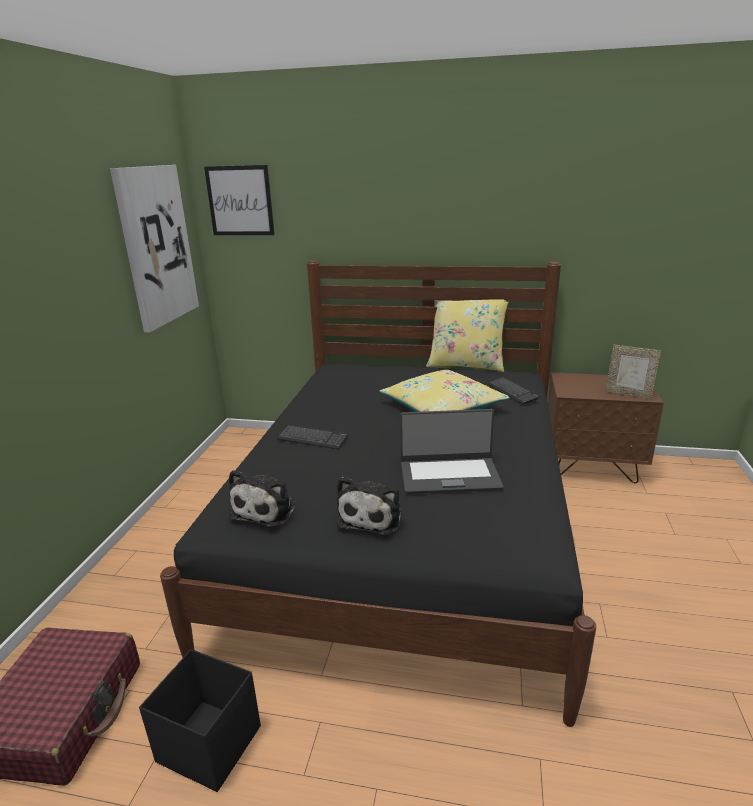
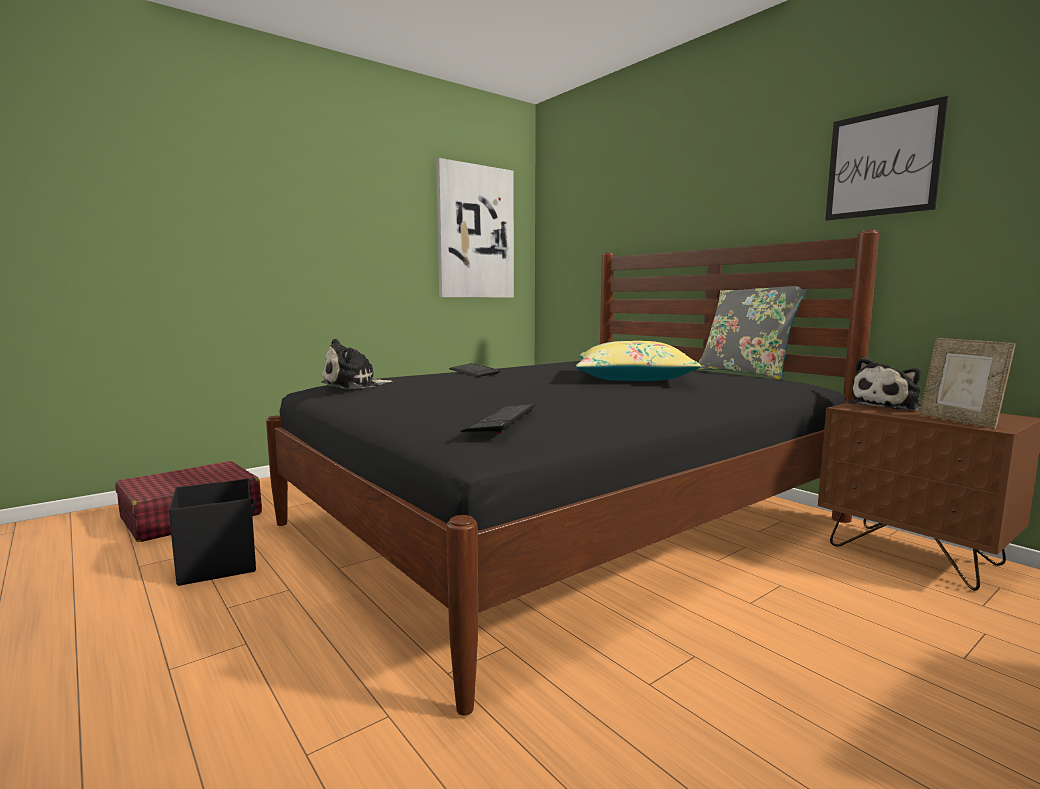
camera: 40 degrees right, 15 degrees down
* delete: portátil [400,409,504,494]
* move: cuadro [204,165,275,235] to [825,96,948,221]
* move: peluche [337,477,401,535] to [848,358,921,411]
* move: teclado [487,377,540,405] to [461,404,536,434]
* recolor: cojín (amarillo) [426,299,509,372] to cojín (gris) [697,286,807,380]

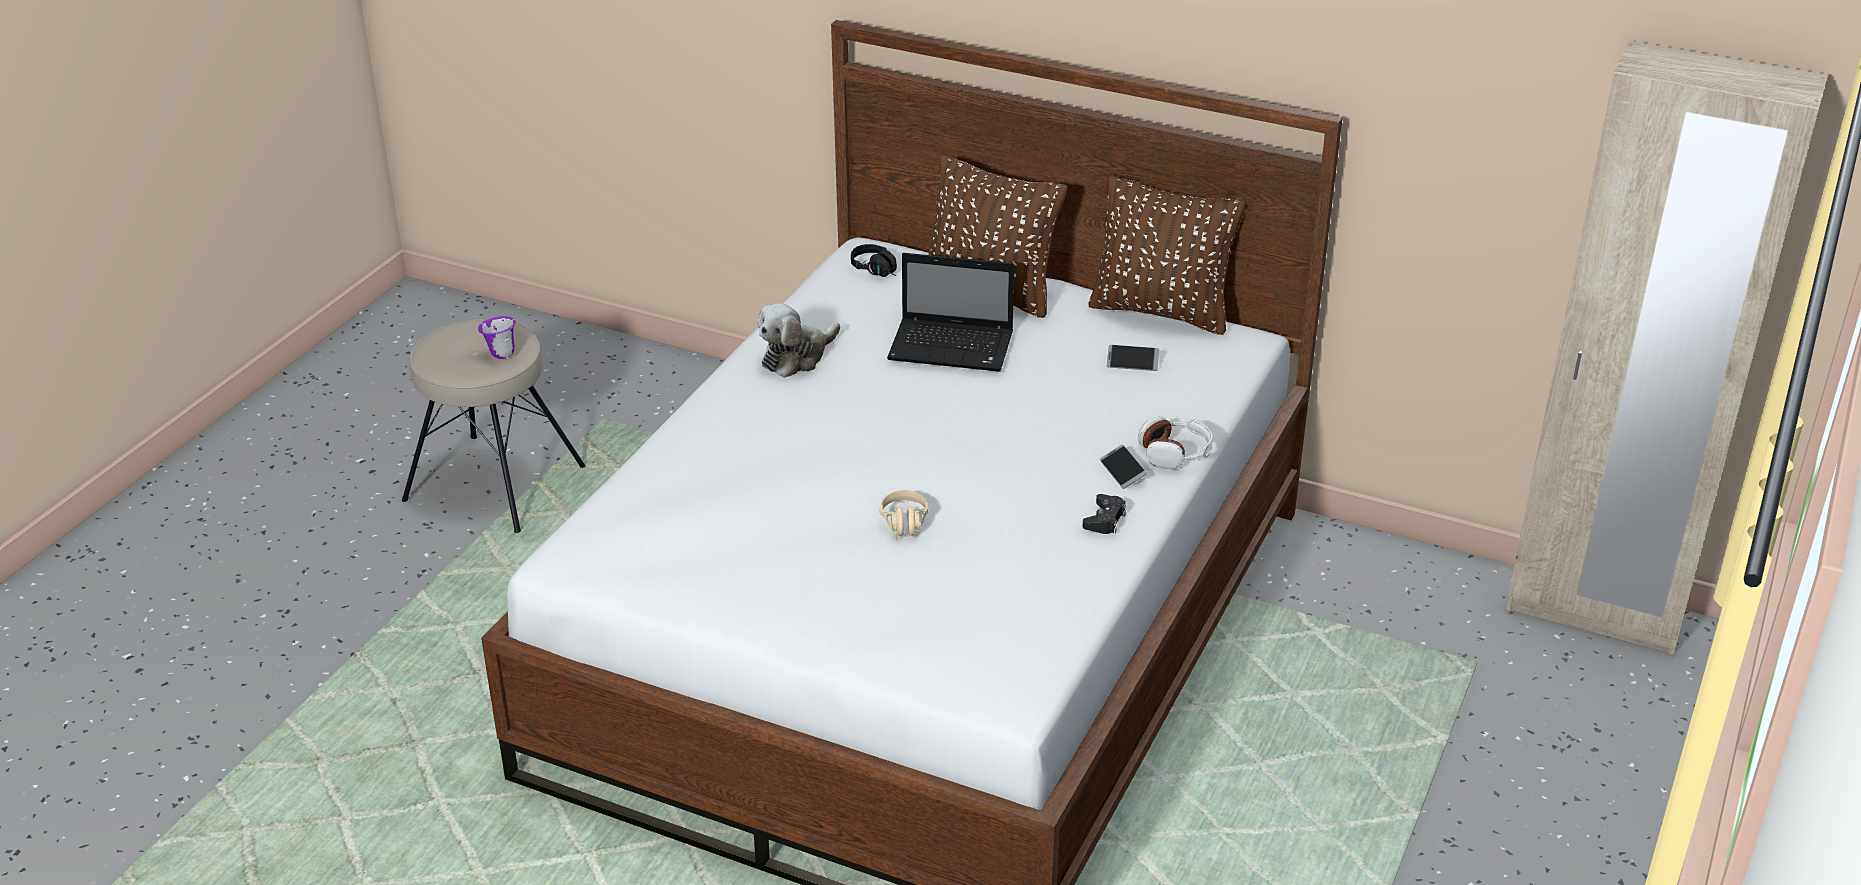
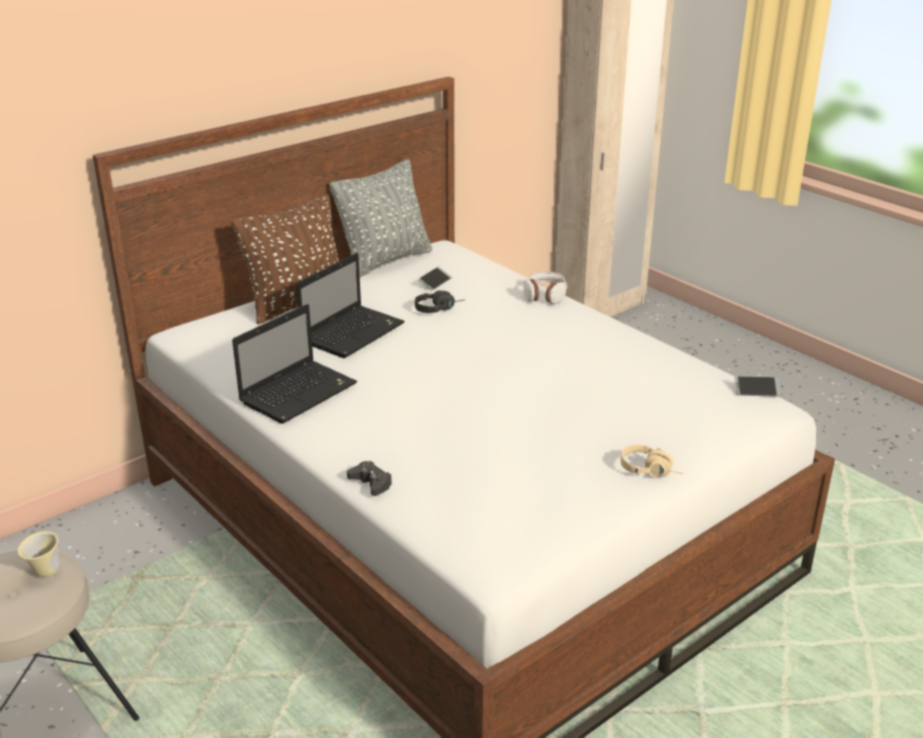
camera: 65 degrees left, 5 degrees down
* move: auriculares (negro) [851,244,897,277] to [415,290,465,313]
* move: auriculares (beis) [879,490,929,541] to [620,445,684,477]
* move: mando de consola (negro) [1083,494,1126,534] to [347,461,392,496]
* move: móvil [1100,444,1147,489] to [735,376,781,397]
* replace: peluche [758,303,840,378] to portátil [232,304,357,424]
* recolor: taza grande (morado) [478,316,516,359] to taza grande (beis) [18,531,61,578]
* recolor: cojín (marrón) [1088,175,1246,335] to cojín (gris) [330,159,432,277]

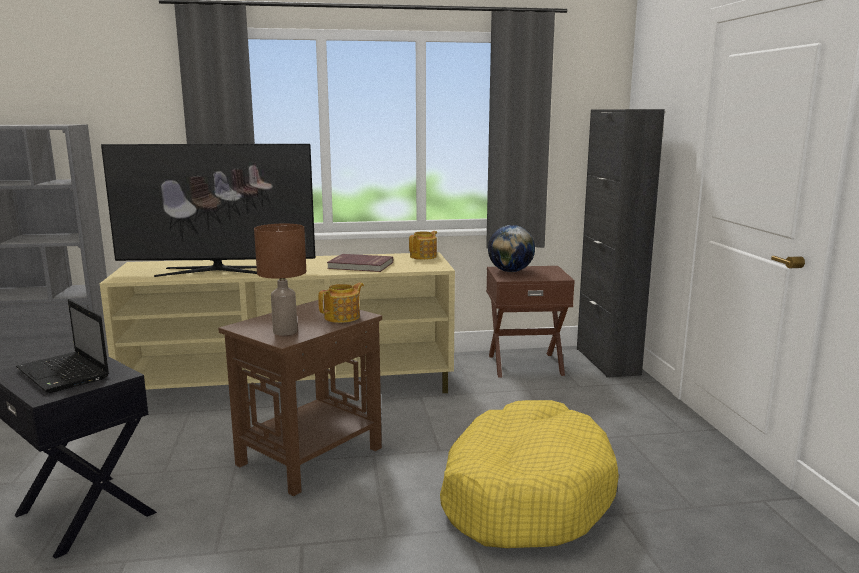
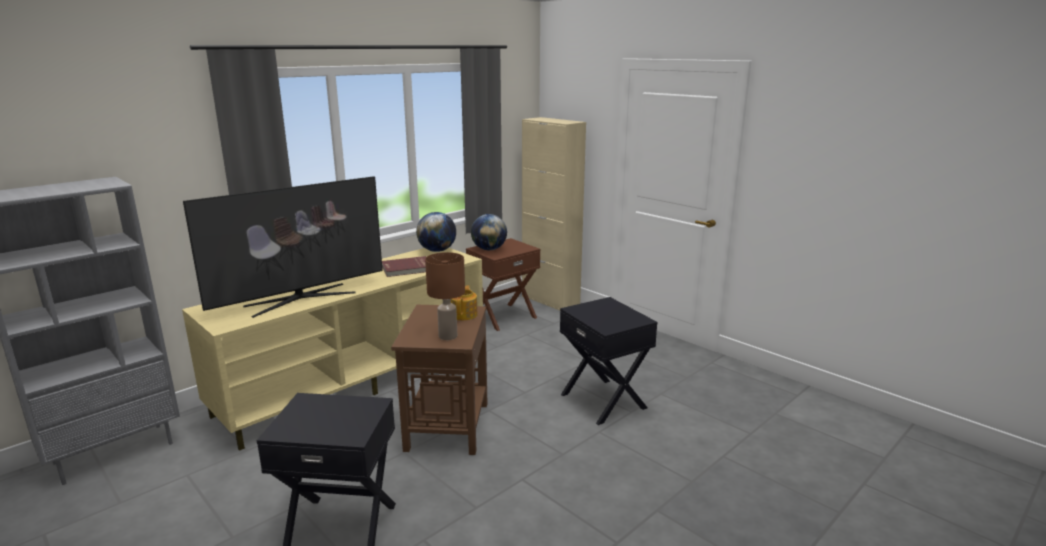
camera: 35 degrees left, 5 degrees up
* delete: portátil [16,299,109,393]
* replace: tetera [409,231,437,260] to globo terráqueo [416,212,456,252]
* replace: cama para perro (amarillo) [440,400,619,548] to mesa auxiliar (negro) [560,297,657,425]
* recolor: armario (negro) [577,109,665,378] to armario (beis) [522,117,586,310]

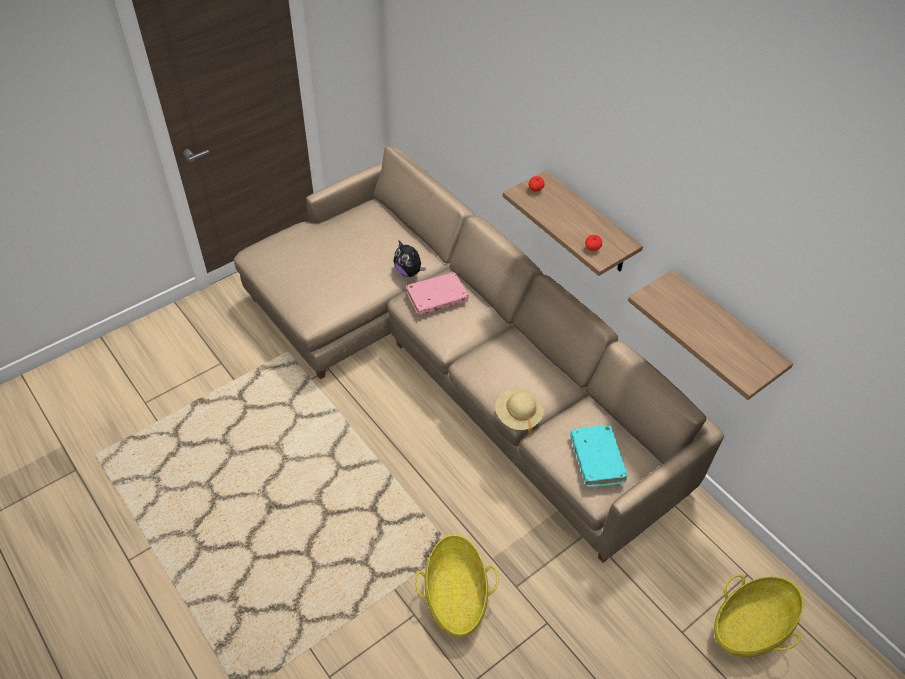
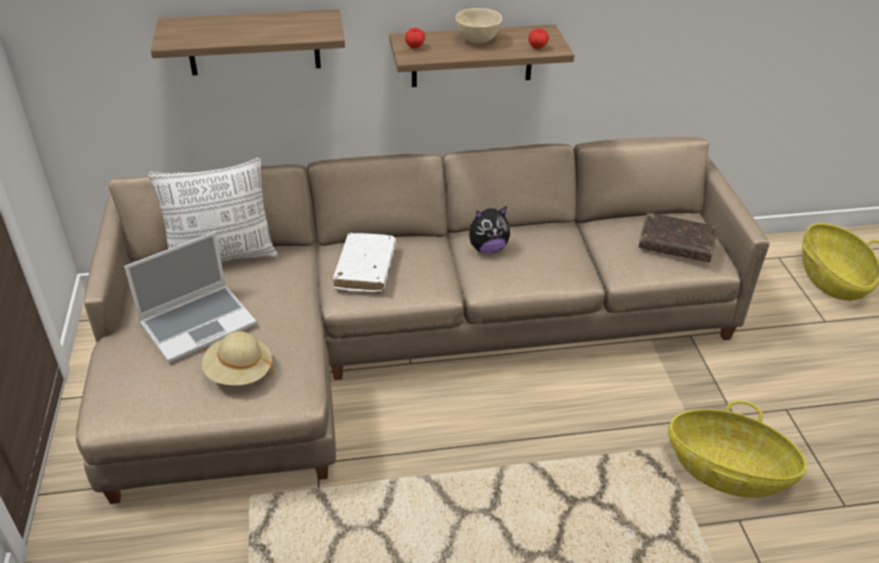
camera: 60 degrees left, 10 degrees down
* insert: portátil [124,232,257,363]
* insert: cojín [148,157,278,262]
* insert: cuenco (beis) [456,8,502,44]
* move: peluche [393,240,426,277] to [469,206,510,254]
* move: sombrero (beis) [495,388,544,434] to [202,331,274,385]
* move: estante [628,270,794,400] to [151,9,345,75]
* recolor: libro (rosa) [406,272,469,315] to libro (blanco) [333,233,396,292]
* recolor: libro (turquesa) [570,425,627,487] to libro (marrón) [639,213,718,262]

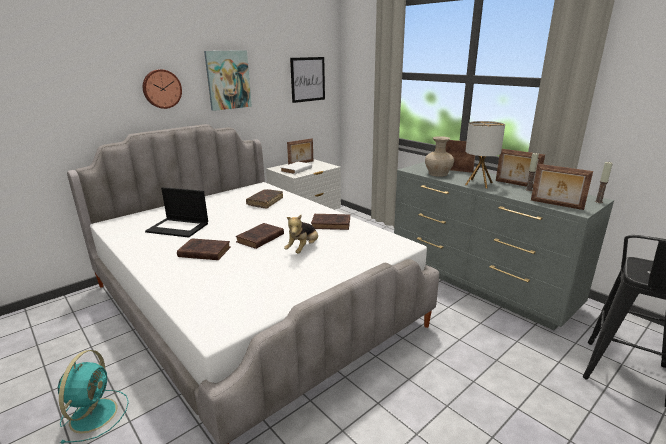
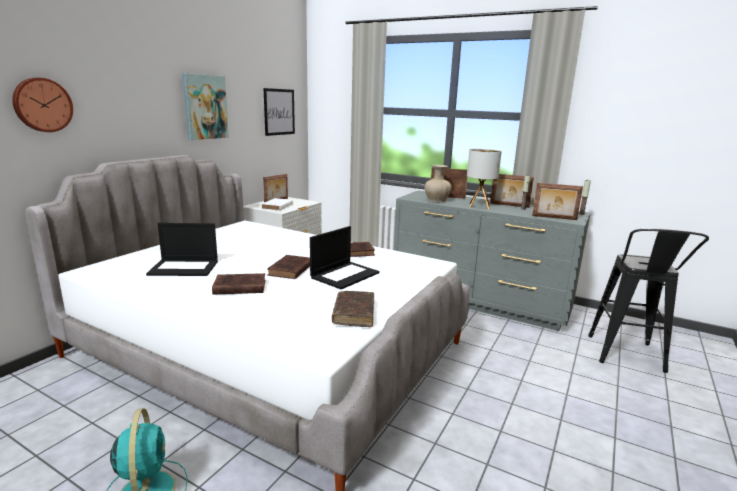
camera: 20 degrees left, 5 degrees down
* move: reloj de pared [143,69,182,109] to [12,78,73,132]
* move: libro (marrón) [246,189,283,209] to [332,291,374,327]
* replace: peluche [284,215,318,254] to portátil [310,226,379,289]

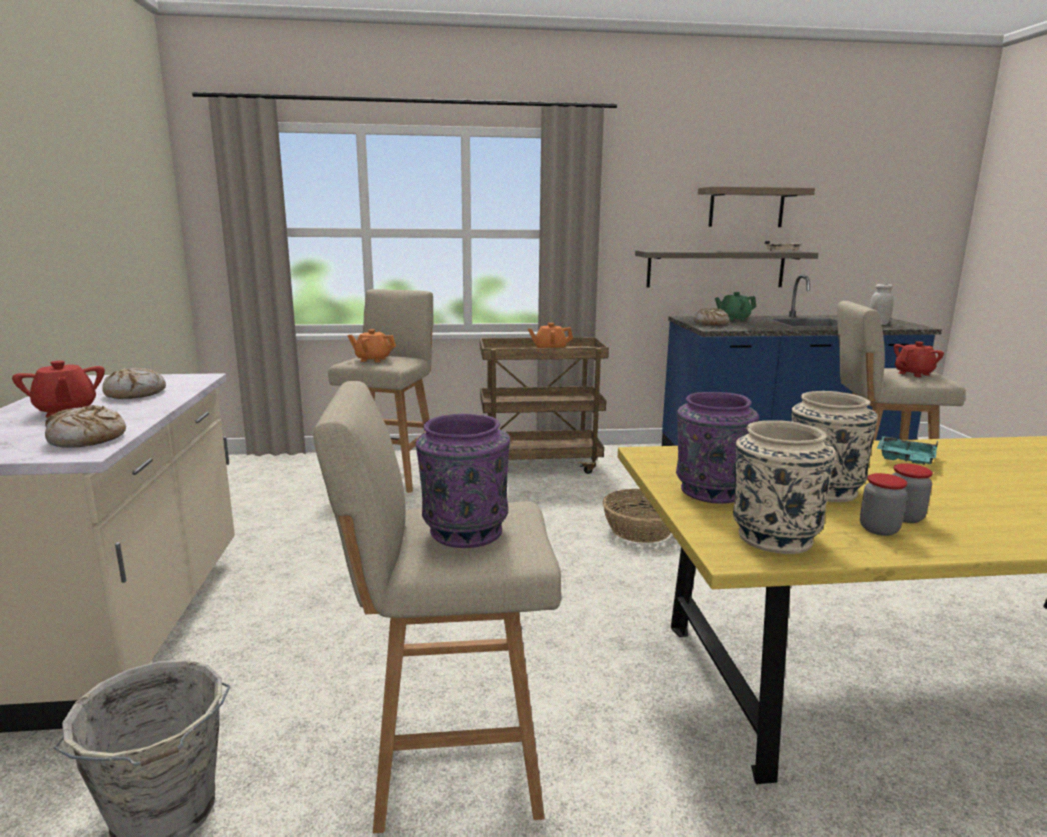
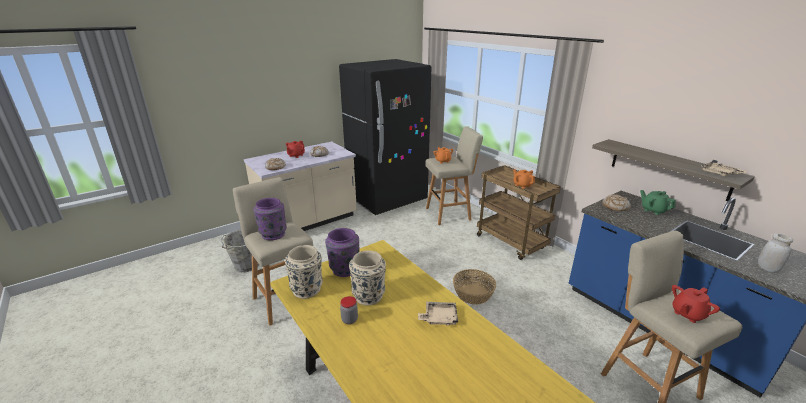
camera: 60 degrees right, 10 degrees up
* delete: estante [698,186,815,227]
* delete: tarro [860,473,908,536]
* insert: nevera (negro) [339,59,431,215]
* recolor: bandeja (turquesa) [877,436,938,465] to bandeja (beis) [418,302,458,325]
* rotate: tetera (rojo) [894,341,944,377] = [672,285,720,323] 120 degrees clockwise

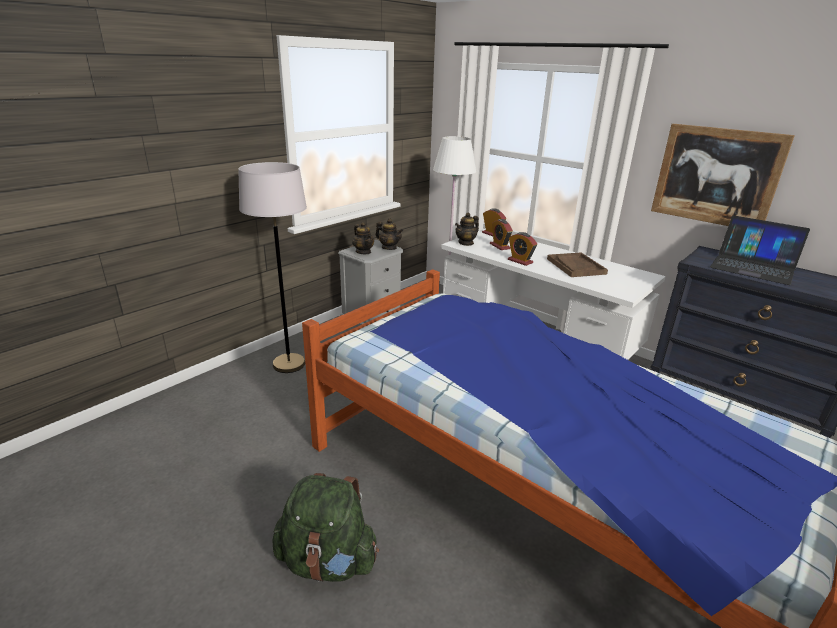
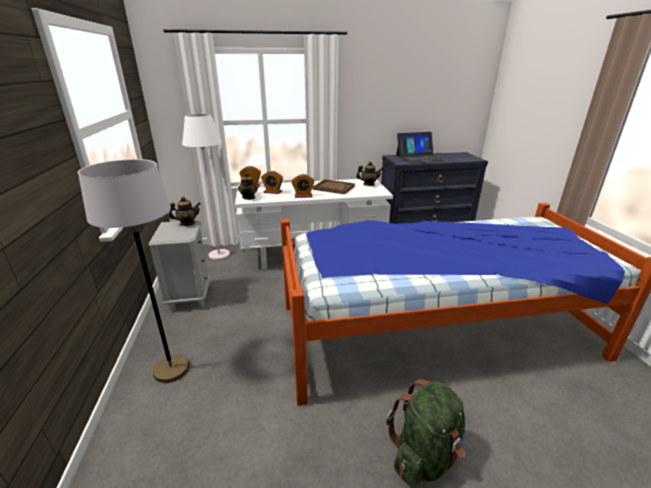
camera: 50 degrees left, 0 degrees up
* delete: cuadro [651,124,795,226]
* move: tetera [352,222,374,254] to [356,162,383,186]

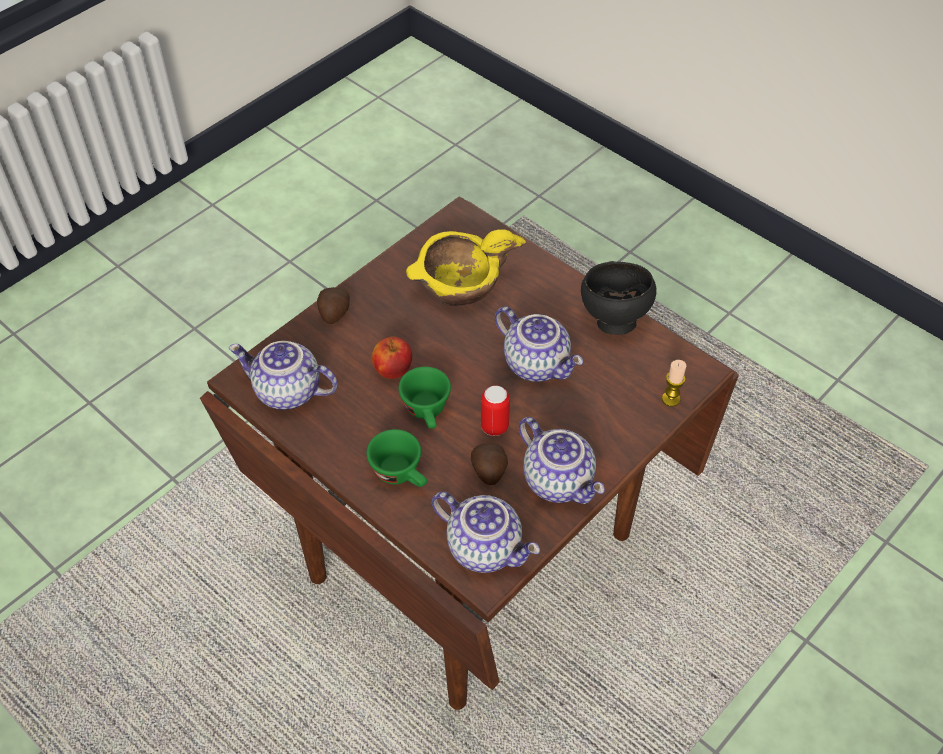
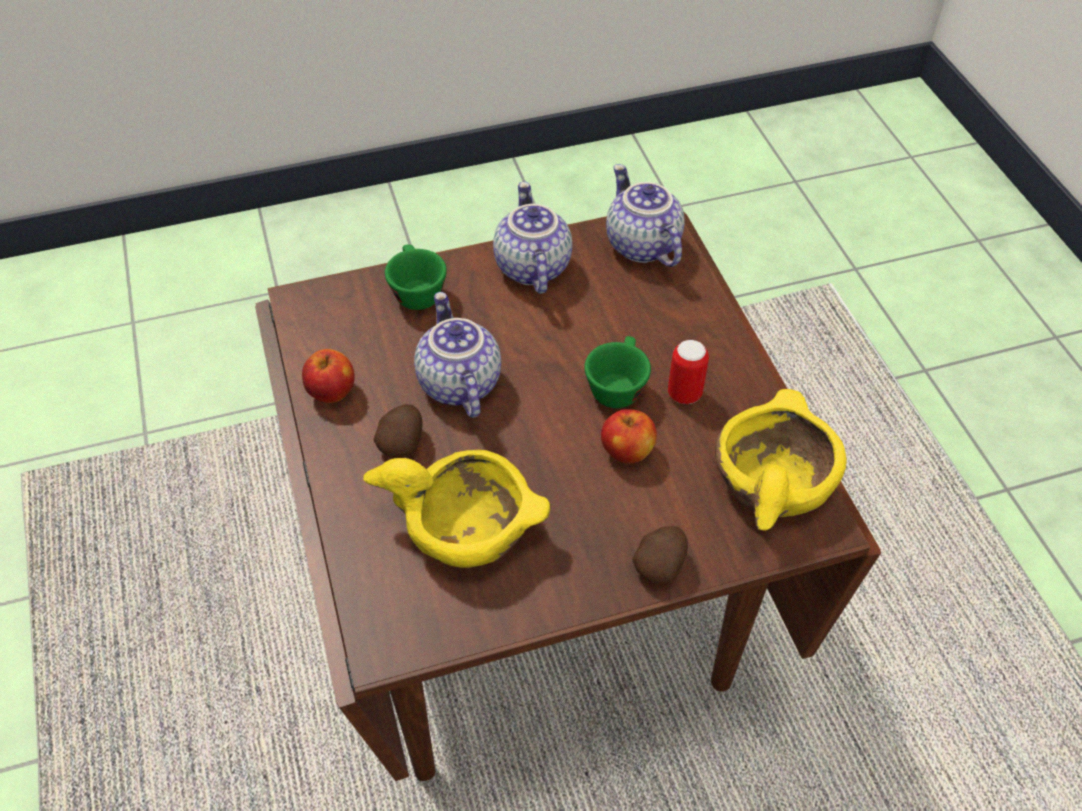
camera: 150 degrees left, 0 degrees up
* delete: vela [662,360,686,407]
* move: taza (verde) [366,429,427,487] to [385,244,447,310]
* move: patata [471,443,508,485] to [374,404,422,458]
* move: lata [481,386,510,436] to [668,340,709,404]
* replace: tetera [229,341,338,410] to cuenco (amarillo) [715,389,847,531]
* replace: cuenco (negro) [581,261,657,335] to manzana [302,349,355,403]

